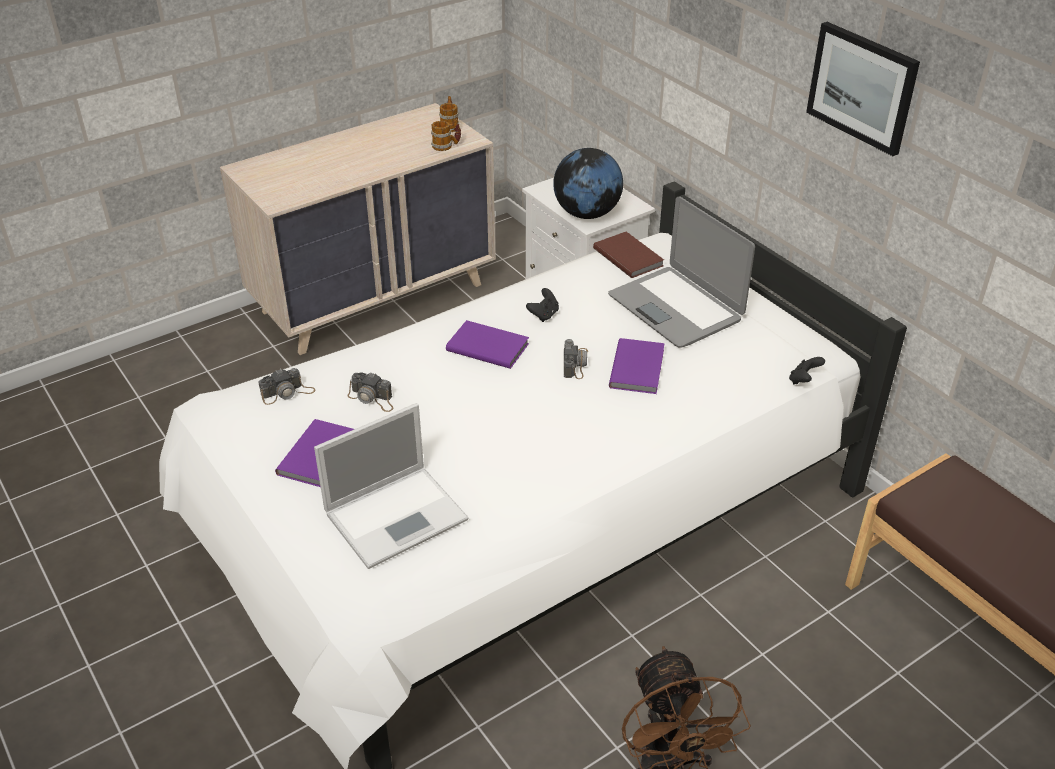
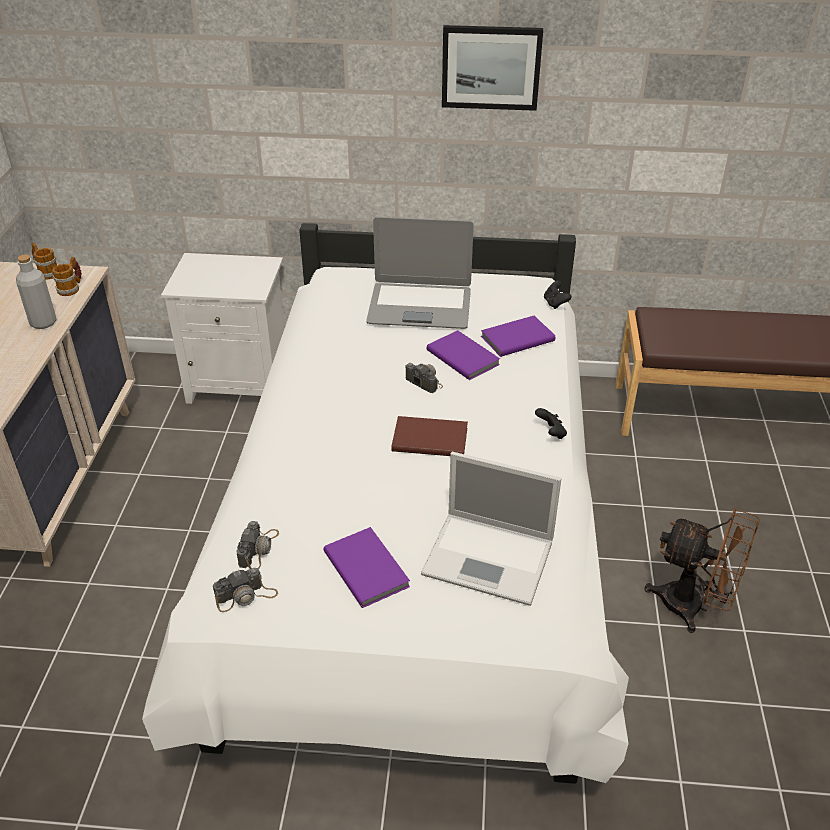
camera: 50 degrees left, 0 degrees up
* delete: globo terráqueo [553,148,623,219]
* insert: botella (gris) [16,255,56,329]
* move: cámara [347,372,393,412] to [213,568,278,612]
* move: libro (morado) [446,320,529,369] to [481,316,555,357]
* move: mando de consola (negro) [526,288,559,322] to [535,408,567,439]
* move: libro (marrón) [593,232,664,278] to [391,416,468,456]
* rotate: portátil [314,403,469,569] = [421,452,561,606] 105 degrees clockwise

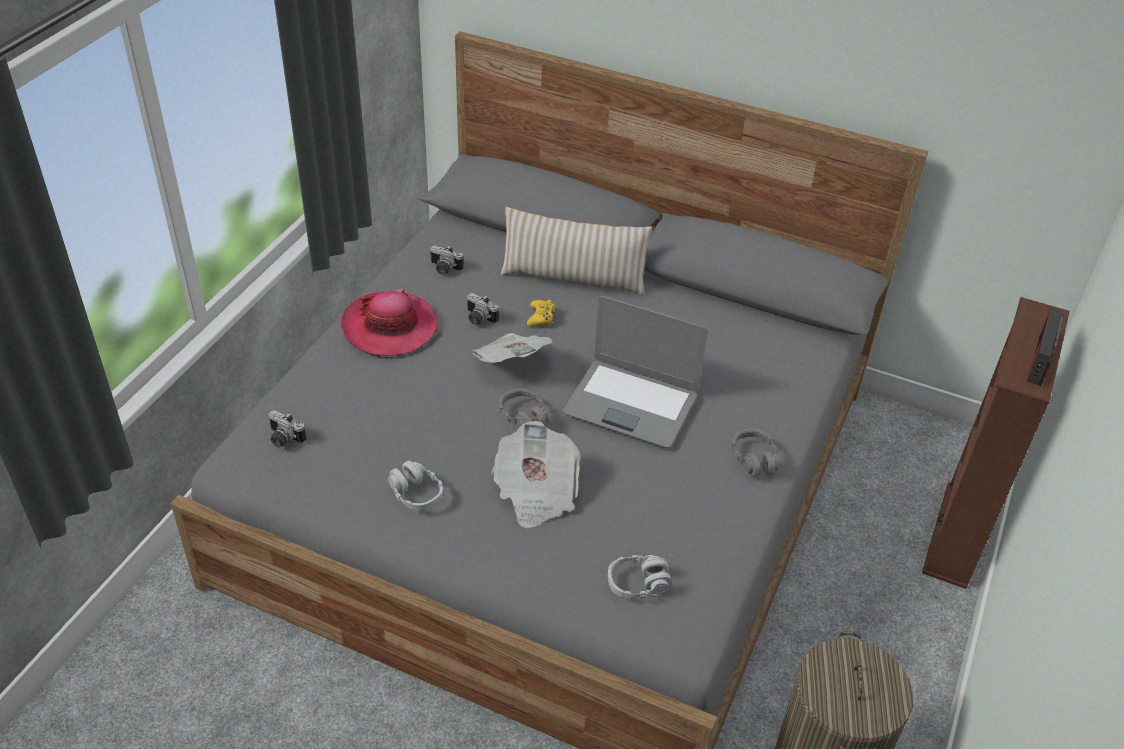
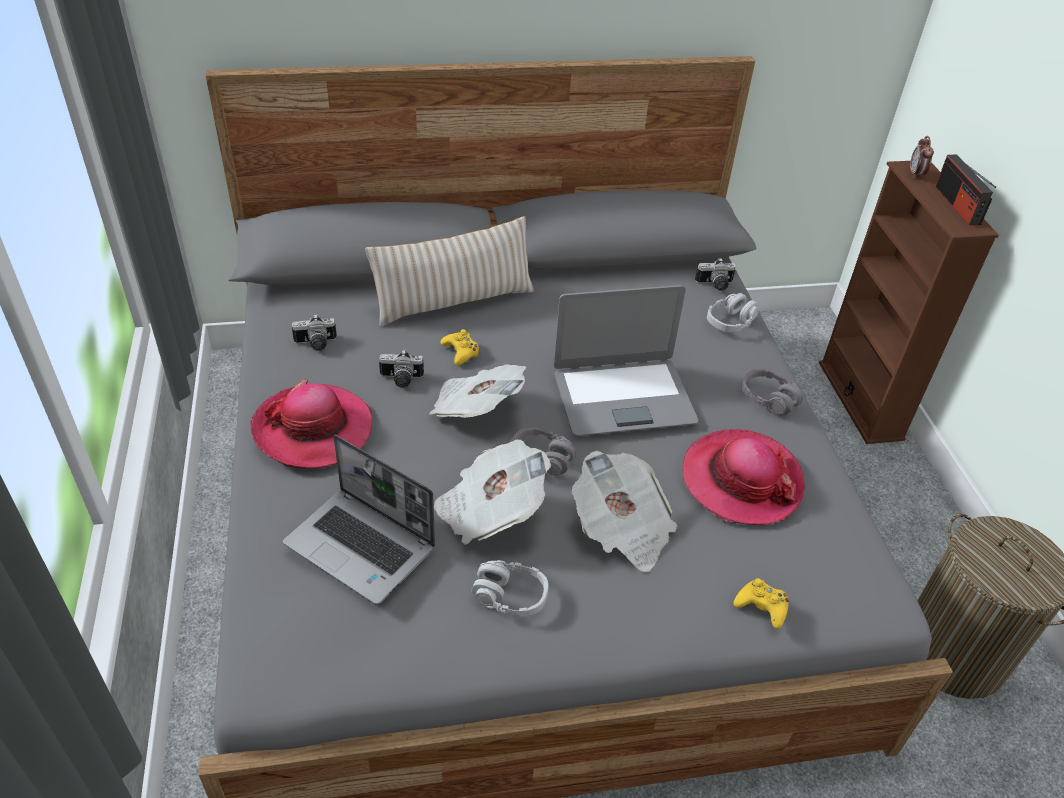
camera: 35 degrees left, 0 degrees up
* insert: portátil [283,435,435,604]
* insert: periódico [434,440,551,545]
* insert: sombrero [682,429,805,525]
* insert: mando de consola (amarillo) [733,578,789,629]
* insert: despertador [910,136,934,178]
* move: cámara [268,410,306,447] to [695,258,736,291]
* move: auriculares (gris) [608,555,672,599] to [707,293,759,332]

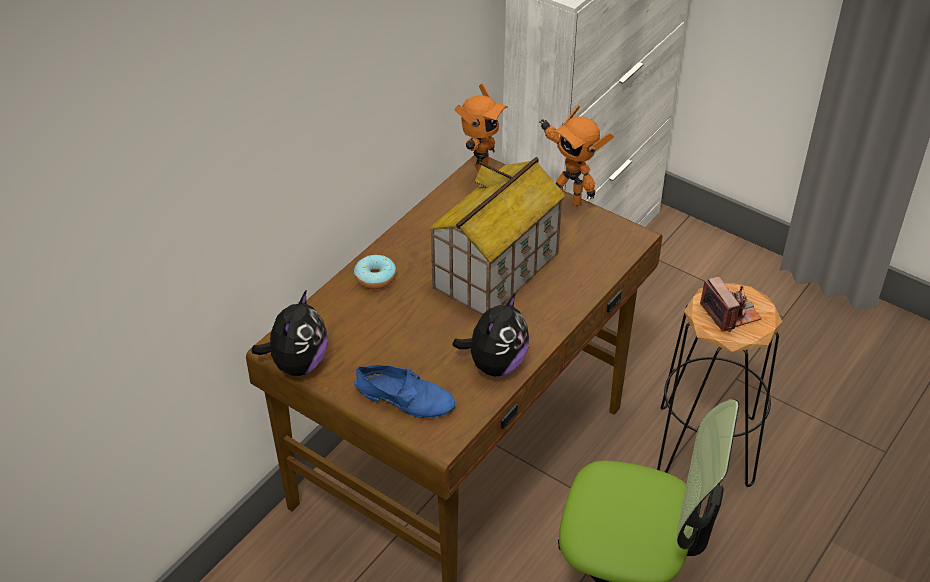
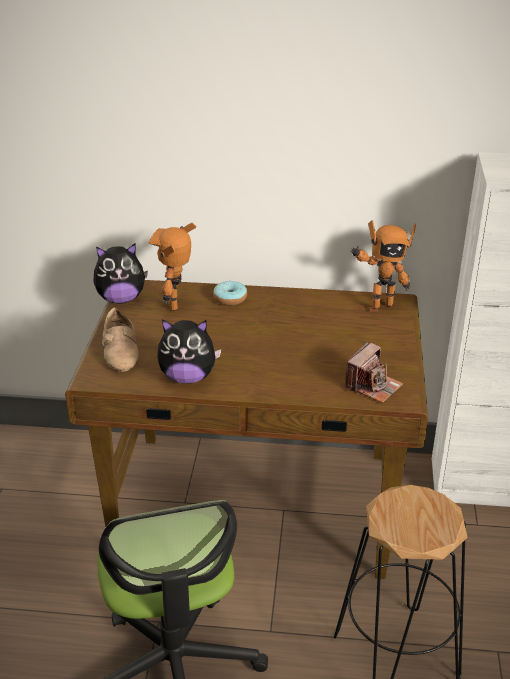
camera: 60 degrees right, 10 degrees down
* delete: casita [428,157,566,315]
* move: robot de juguete [539,105,614,206] to [148,223,196,311]
* move: cámara [700,277,762,332] to [345,342,403,403]
* recolor: zapato (azul) [354,365,455,418] to zapato (beis) [102,307,139,372]

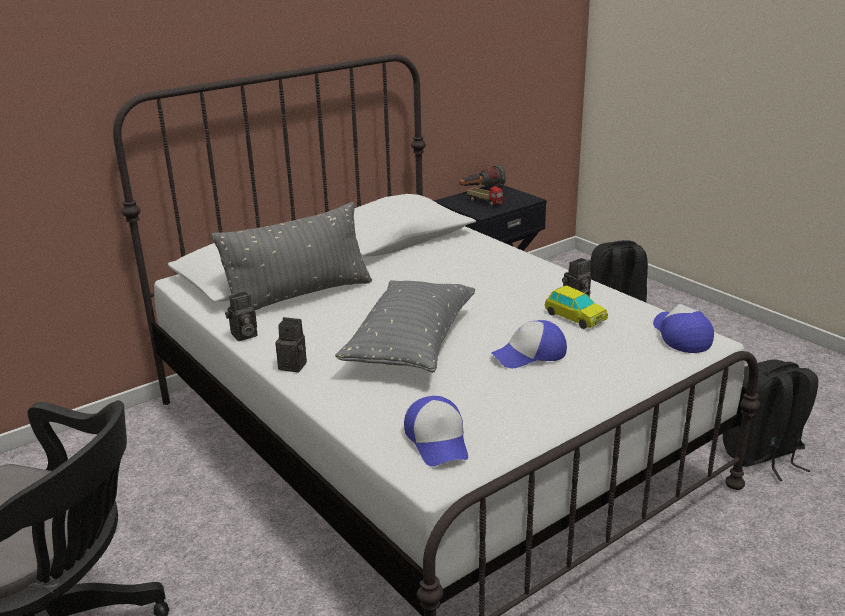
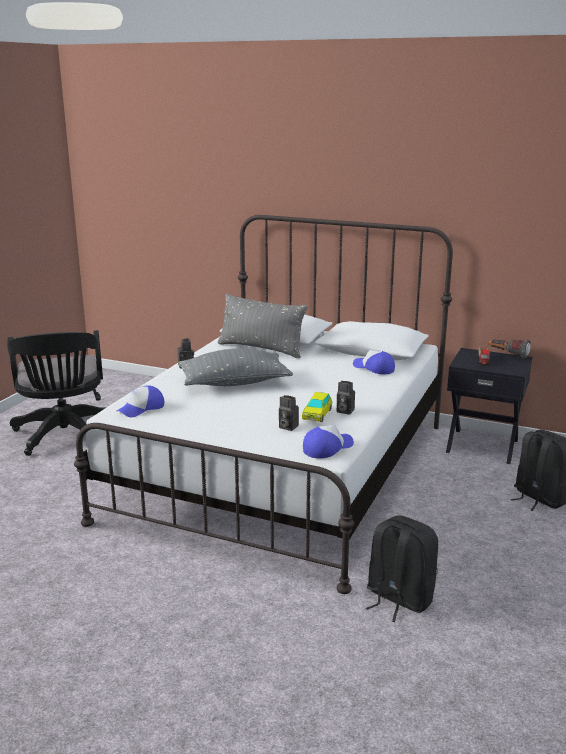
camera: 60 degrees right, 5 degrees down
* move: cámara [225,292,257,341] to [279,395,299,431]
* move: gorra [492,320,567,368] to [353,350,395,374]

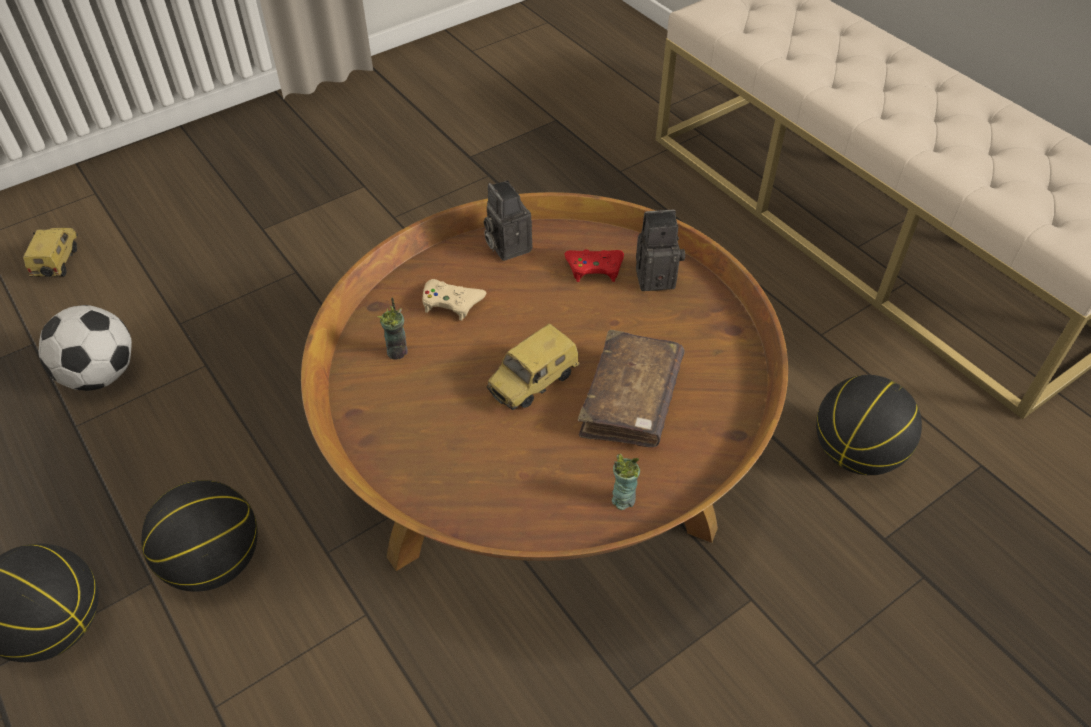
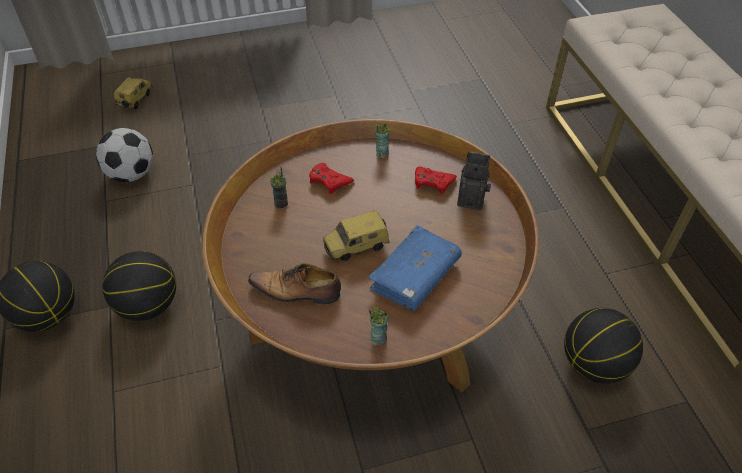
camera: 20 degrees right, 0 degrees up
* insert: zapato [248,263,341,304]
* replace: cámara [484,180,532,261] to taza [375,123,390,158]
* recolor: mando de consola (beis) [423,279,486,321] to mando de consola (rojo) [309,163,354,194]
* recolor: libro (marrón) [578,330,685,447] to libro (azul) [368,225,462,311]

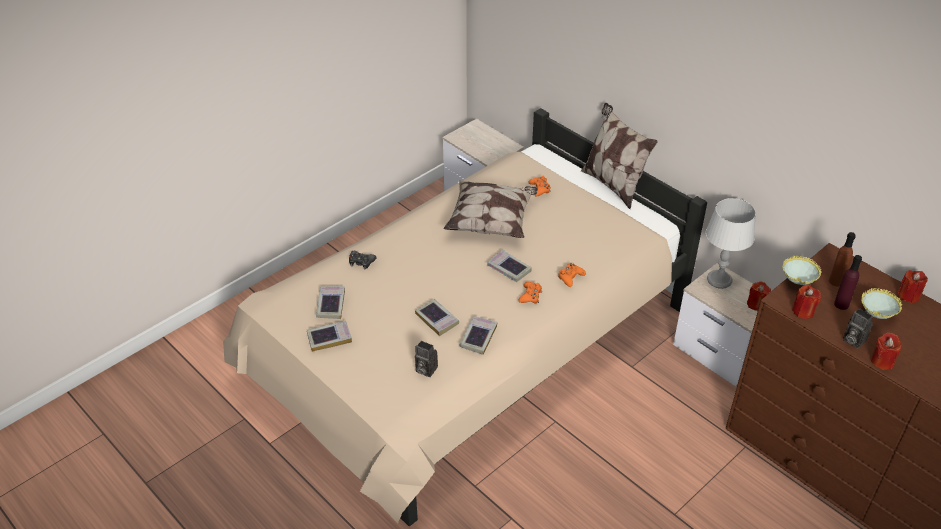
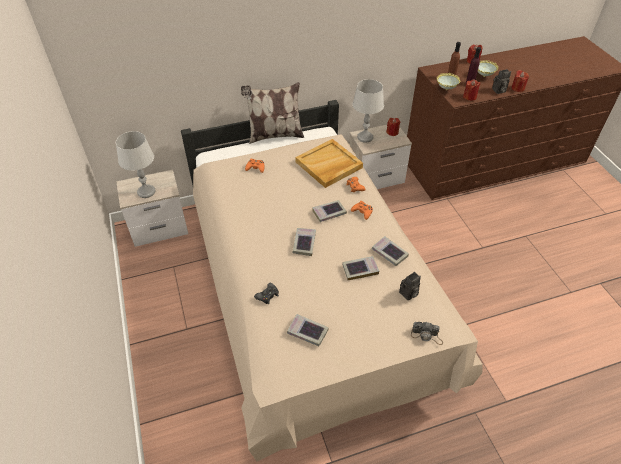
camera: 65 degrees left, 5 degrees up
* delete: cojín [444,180,538,238]
* insert: lámpara de mesa (gris) [116,131,155,198]
* insert: bandeja (beis) [295,139,363,188]
* insert: cámara [411,322,443,345]
* move: libro [307,321,352,352] to [293,228,316,256]

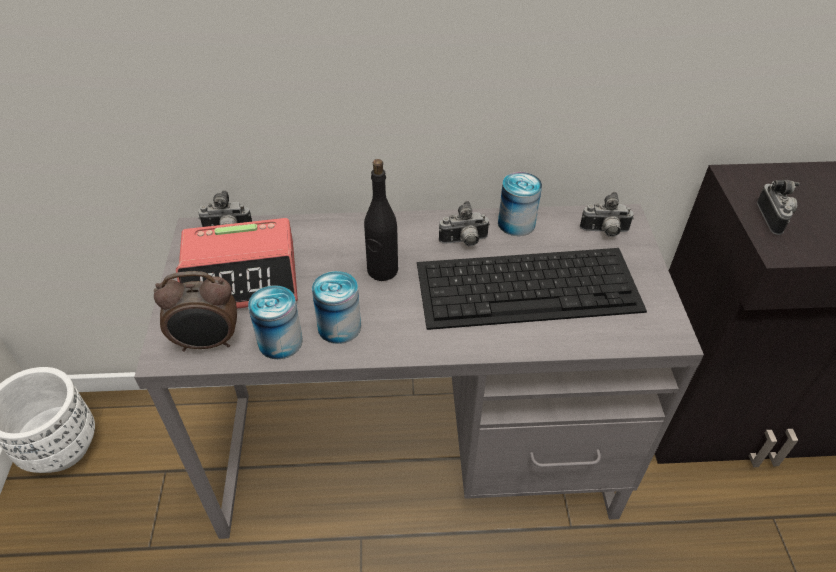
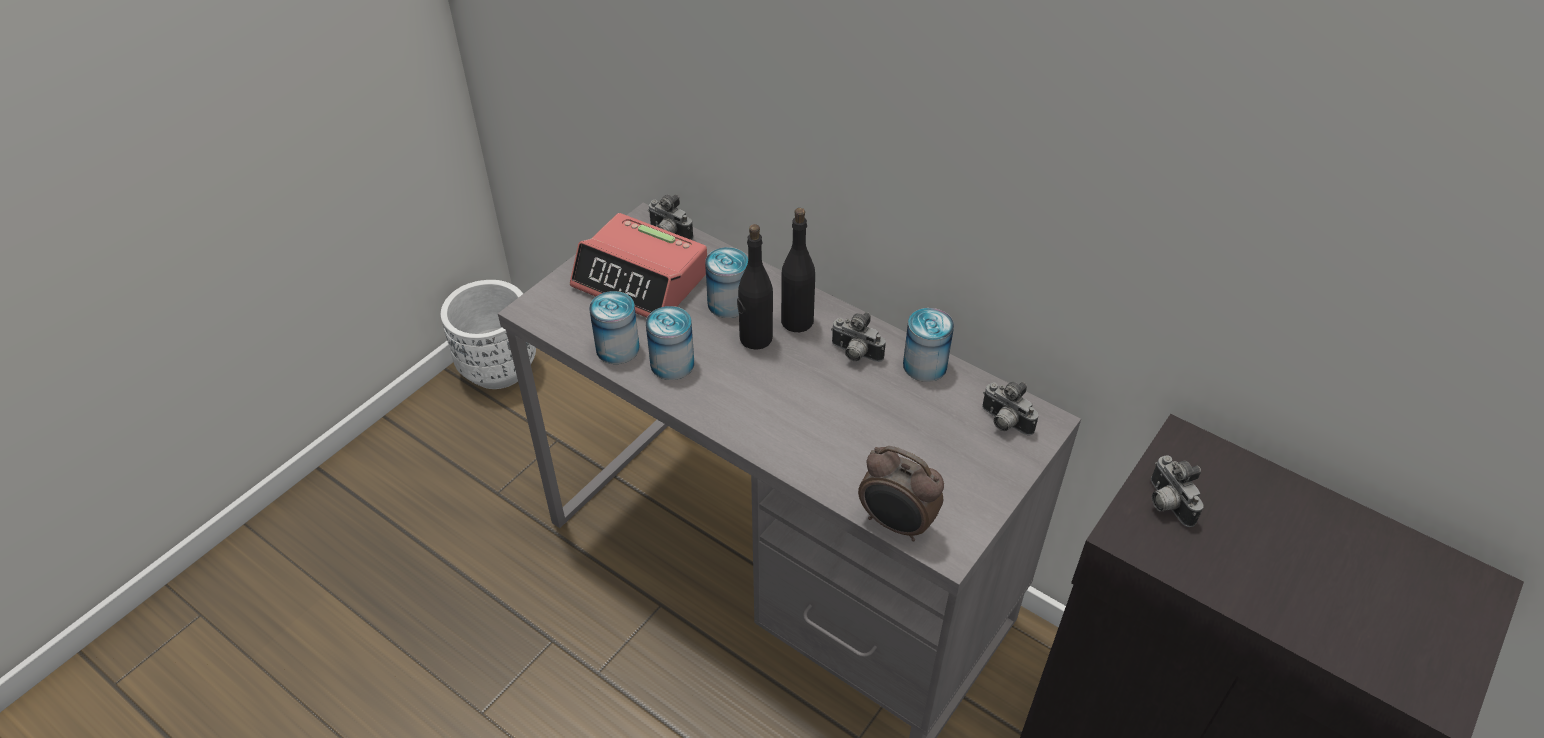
camera: 40 degrees right, 0 degrees up
* delete: teclado [417,248,647,330]
* insert: lata [705,247,748,318]
* insert: botella (negro) [781,208,815,332]
* move: despertador [154,271,237,352] to [858,446,944,542]
* rotate: cámara [757,180,800,235] = [1151,455,1204,527] 120 degrees clockwise

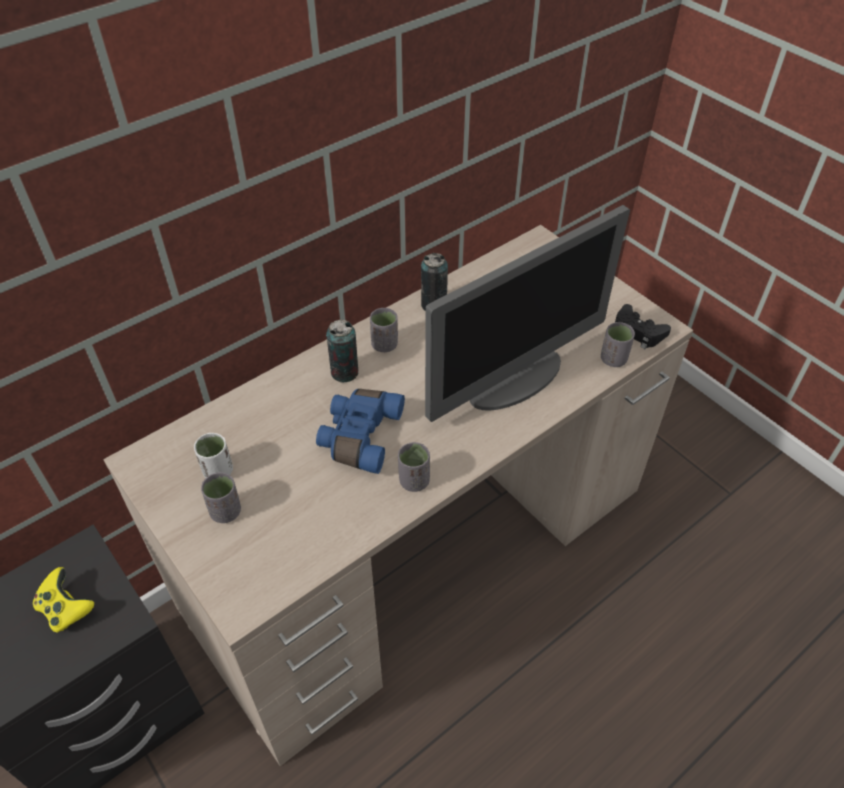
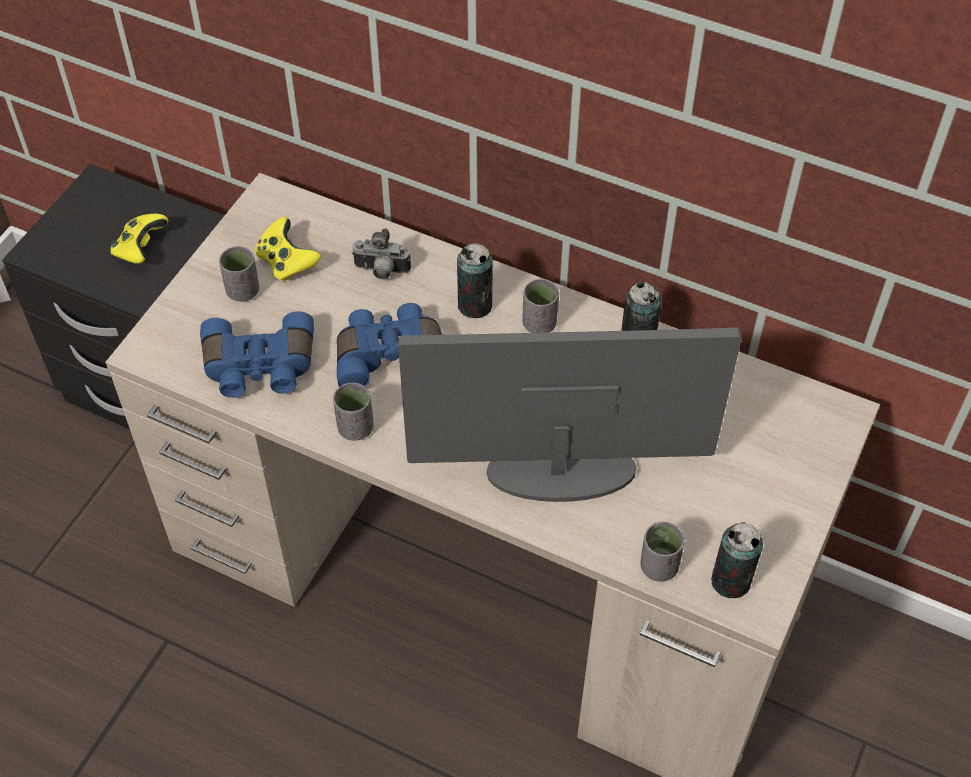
camera: 65 degrees right, 5 degrees up
* insert: prismáticos (azul) [200,311,314,398]
* insert: cámara [352,228,411,279]
* replace: taza (blanco) [194,433,233,478] to mando de consola (amarillo) [255,217,321,282]
* replace: mando de consola (negro) [615,304,671,349] to lata [711,522,763,598]
* rotate: monitor [425,205,630,422] = [398,328,741,502] 150 degrees clockwise

